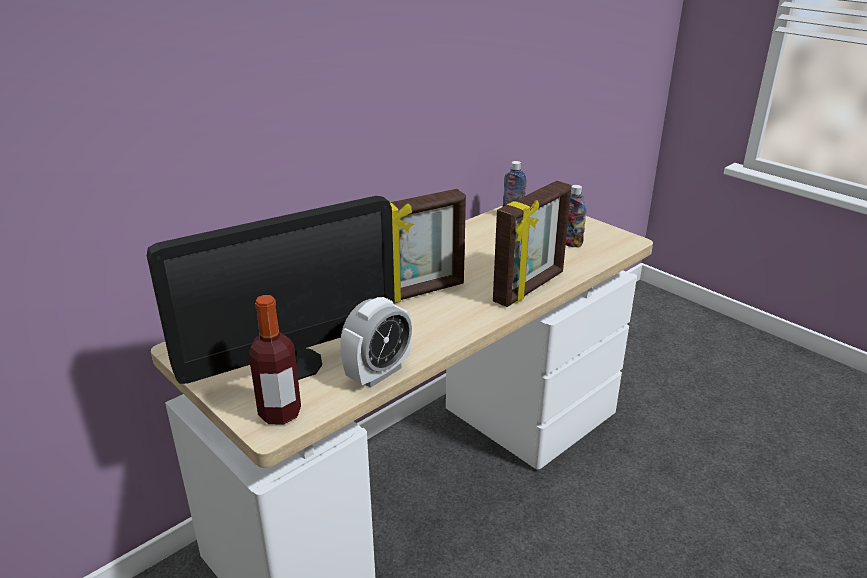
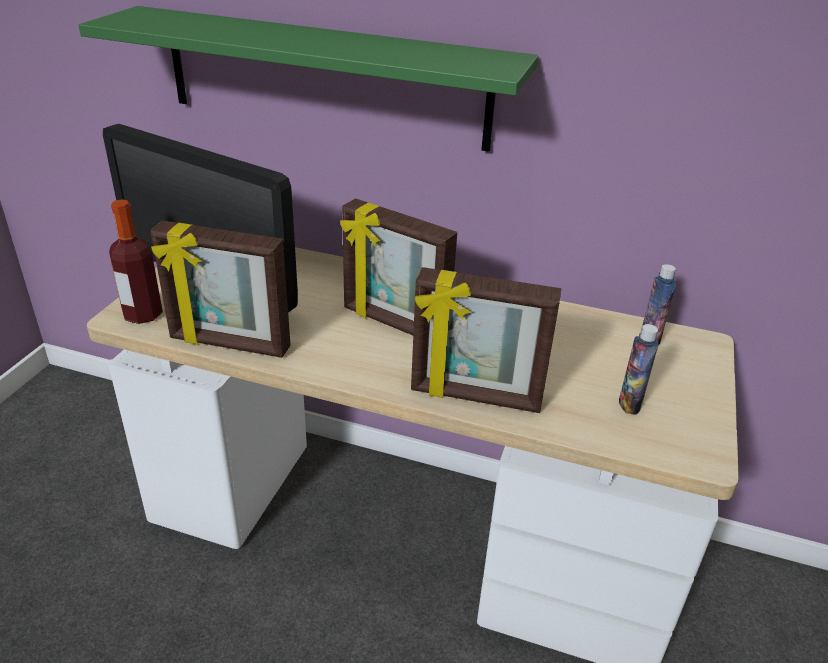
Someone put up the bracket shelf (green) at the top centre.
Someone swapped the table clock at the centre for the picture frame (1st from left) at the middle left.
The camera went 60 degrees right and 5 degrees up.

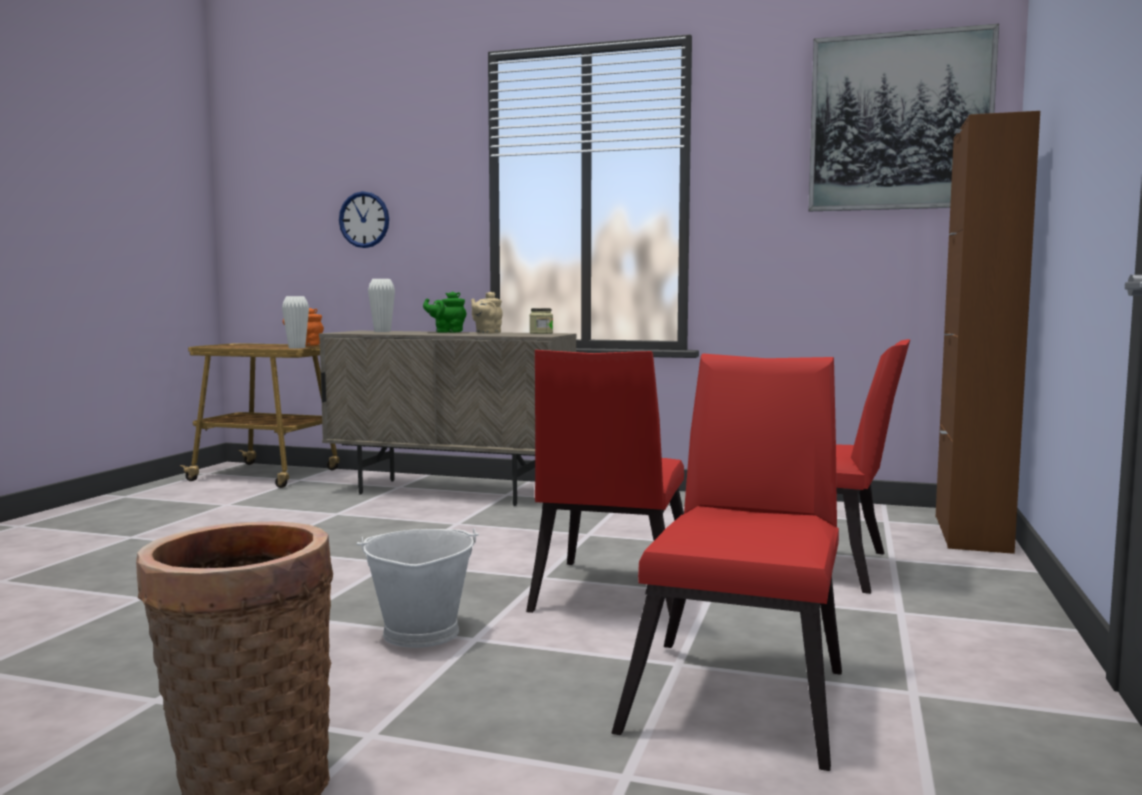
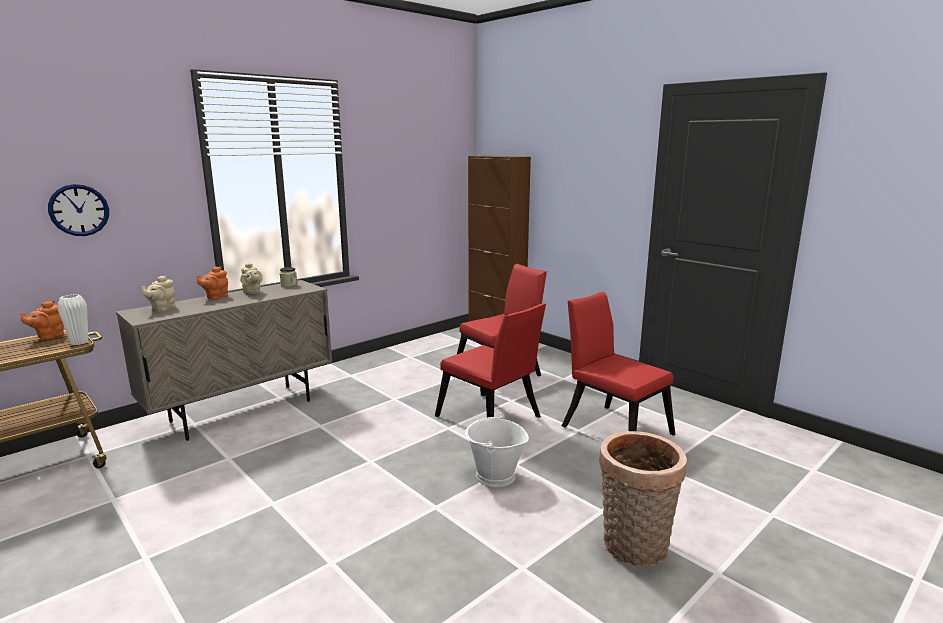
Someone swapped the flower vase (whitish) (2nd from left) at the centre for the pot for tea (sand-coloured) (1st from left) at the middle left.
Someone repainted the pot for tea (green) at the centre, which became the pot for tea (orange-coloured) (2nd from left) at the middle left.
Someone took away the picture at the top right.
The camera went 60 degrees left and 10 degrees up.

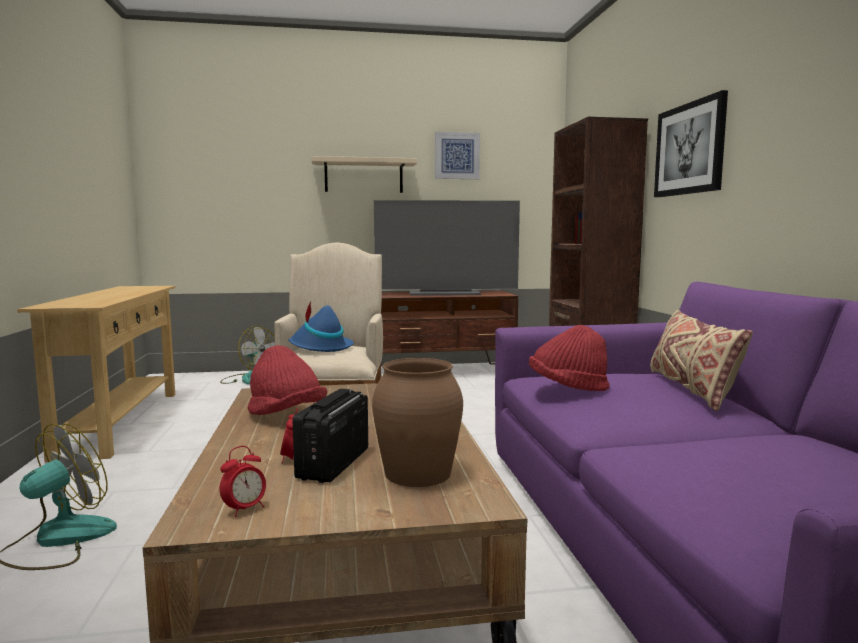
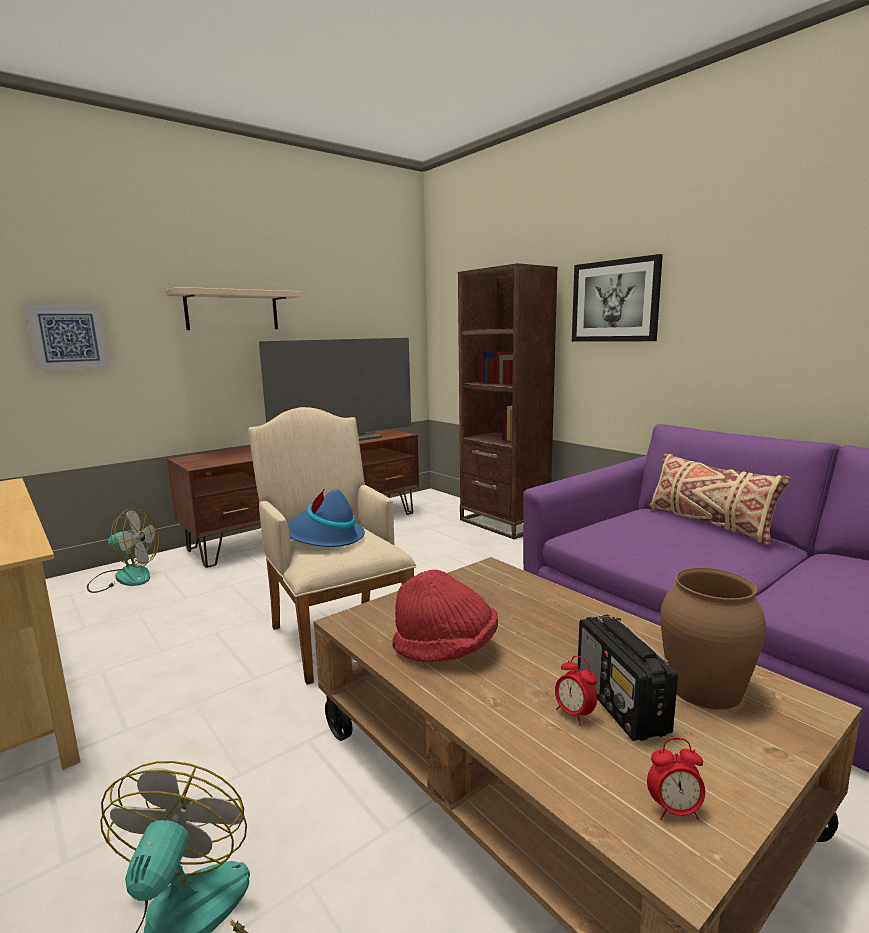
Someone carried the picture (1st from left) from the top centre to the middle left.
Someone rotated the table clock (1st from left in the first image) at the bottom left by 75 degrees clockwise.
Someone took away the hat (red) (2nd from left) at the centre.
The camera went 30 degrees left and 5 degrees up.

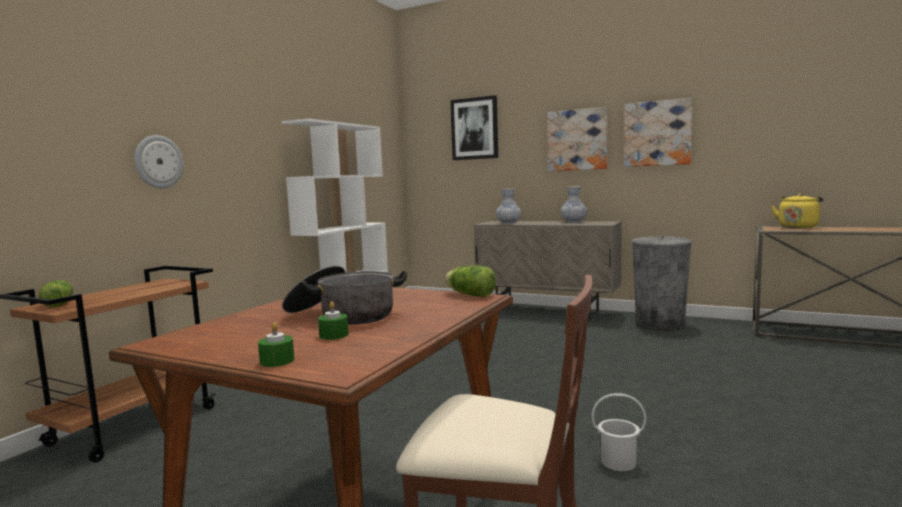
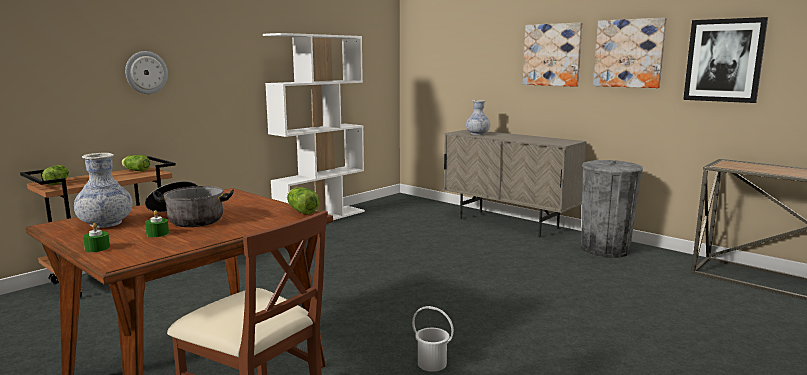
Someone carried the flower vase (2nd from left in the first image) from the centre to the middle left.
Someone put down the lettuce (2nd from left) at the middle left.
Someone carried the picture (1st from left in the first image) from the top centre to the top right.
Someone took away the kettle (yellowish) at the middle right.
The camera went 15 degrees right and 5 degrees up.

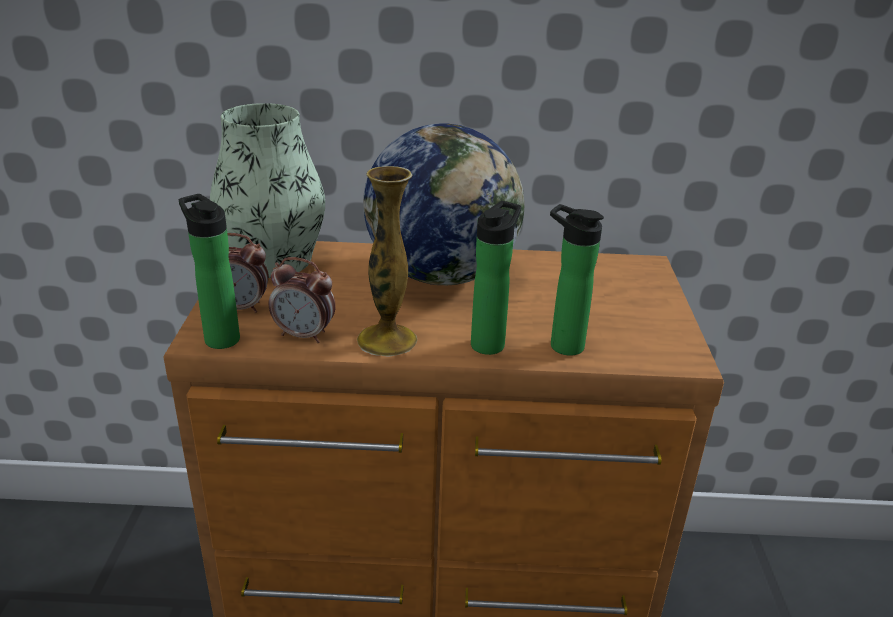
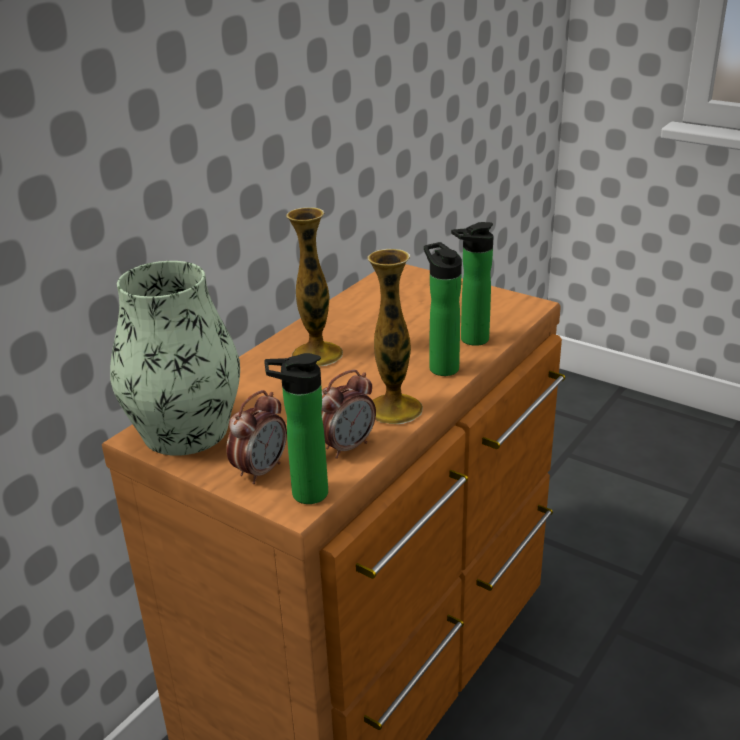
Someone swapped the world globe at the top centre for the flower vase (2nd from left) at the centre.
The camera went 55 degrees left and 0 degrees up.

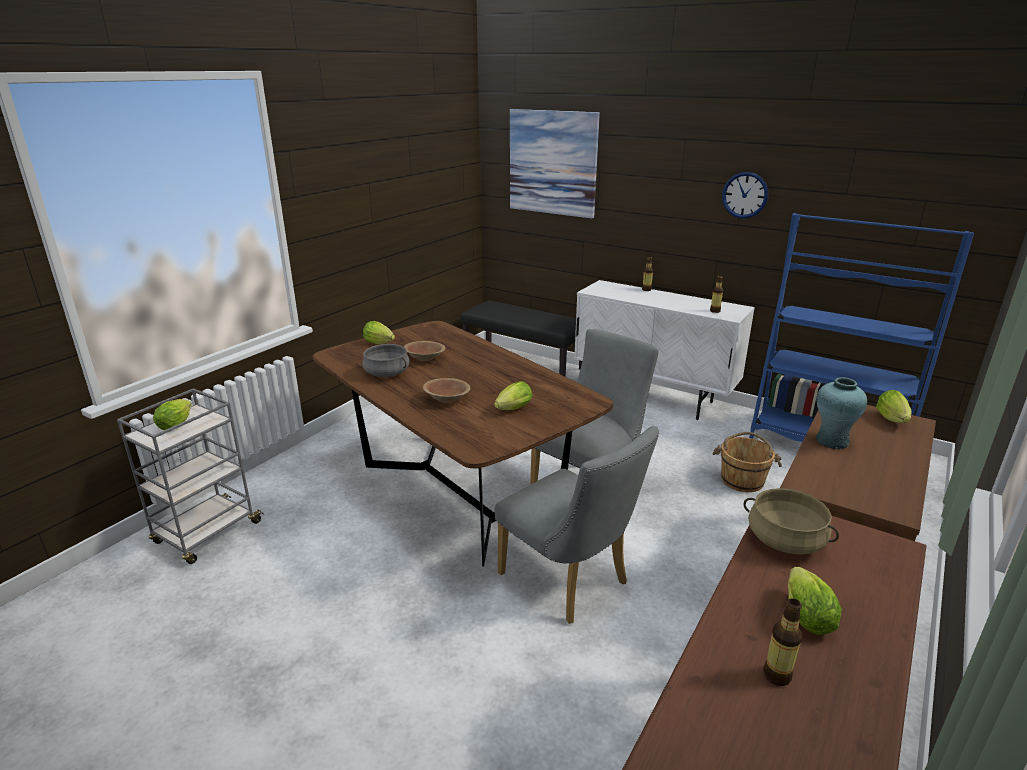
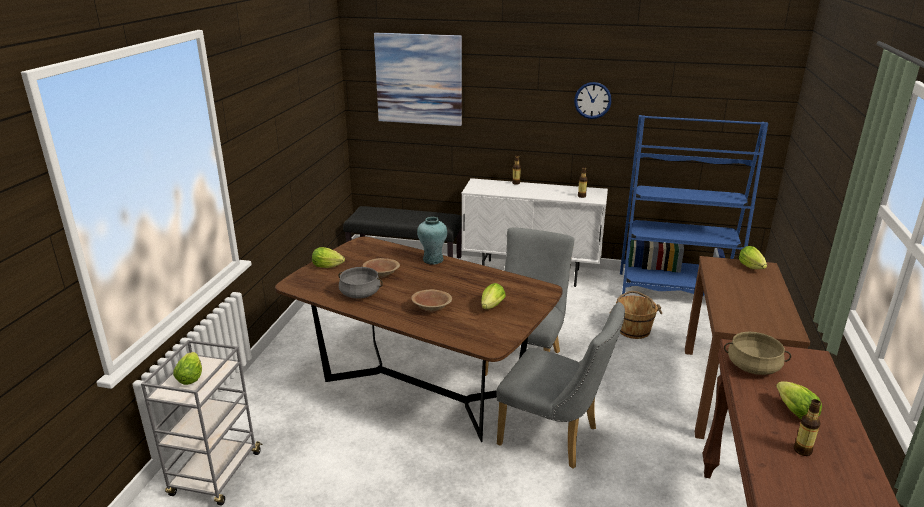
Someone carried the flower vase (turquoise-coloured) from the middle right to the centre.
The camera went 20 degrees left and 0 degrees up.

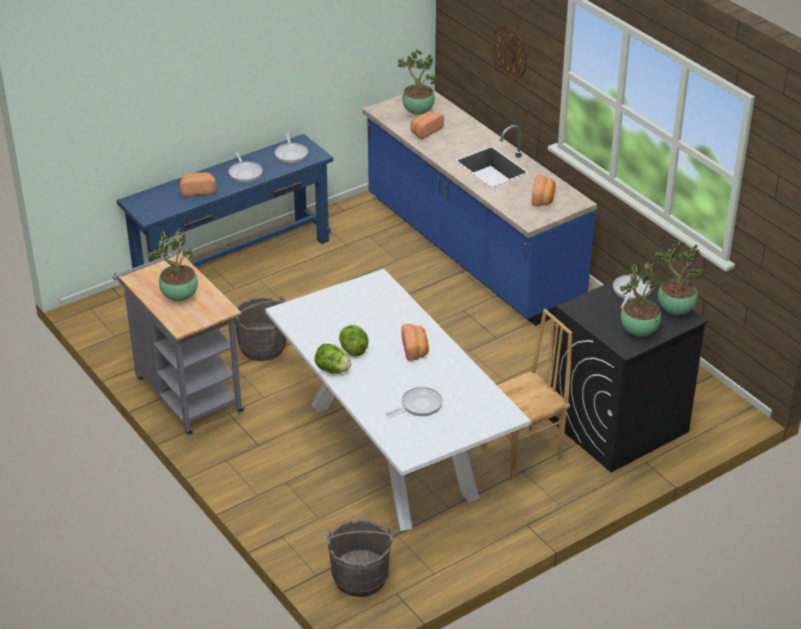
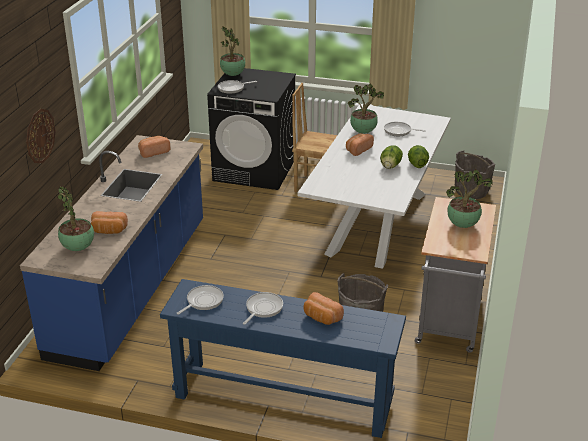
Someone carried the plant in a pot (3rd from left) from the middle right to the top centre.
The camera went 130 degrees left and 5 degrees down.

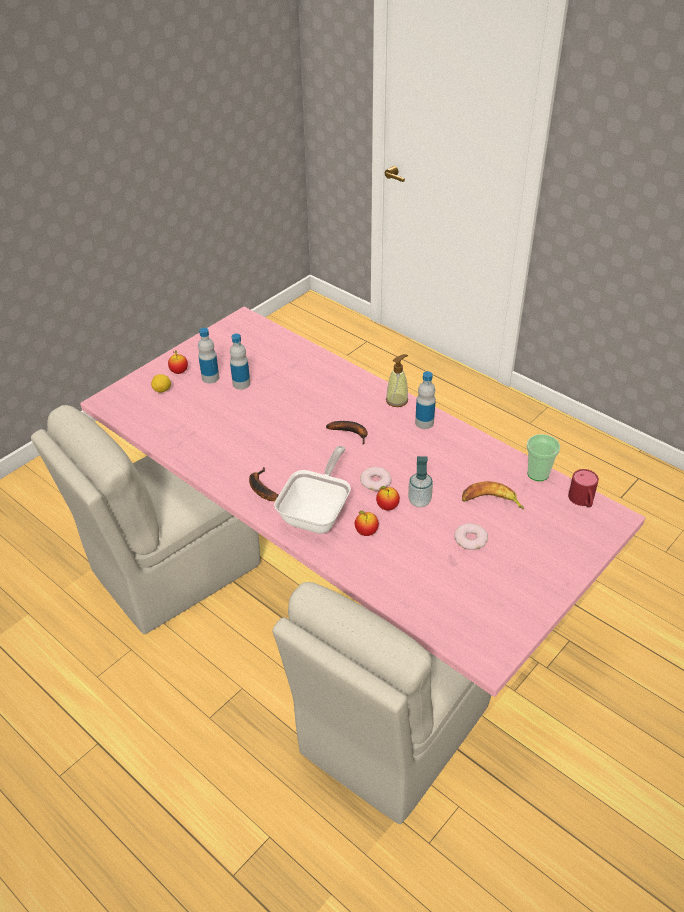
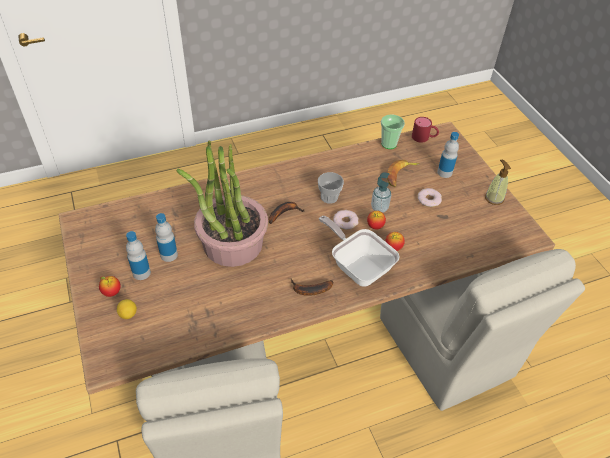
Someone repainted the kitchen table (pink-coloured) at the centre, which became the kitchen table (brownish) at the centre.
Someone put down the plant in a pot at the centre.
Someone put down the small cup (1st from left) at the centre.
Someone carried the bottle (3rd from left) from the centre to the middle right.
Someone carried the soap bottle (1st from left in the first image) from the centre to the middle right.
The camera went 65 degrees left and 5 degrees up.

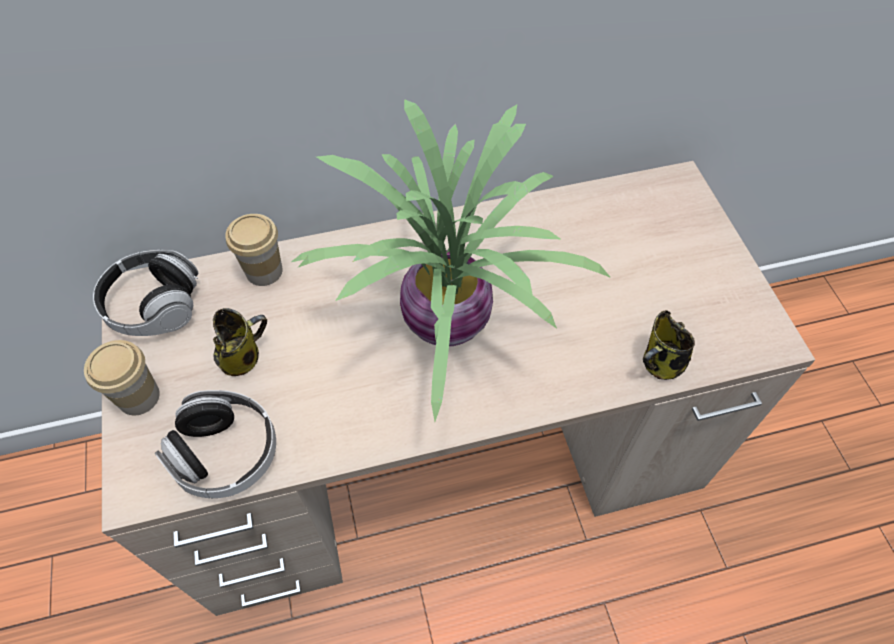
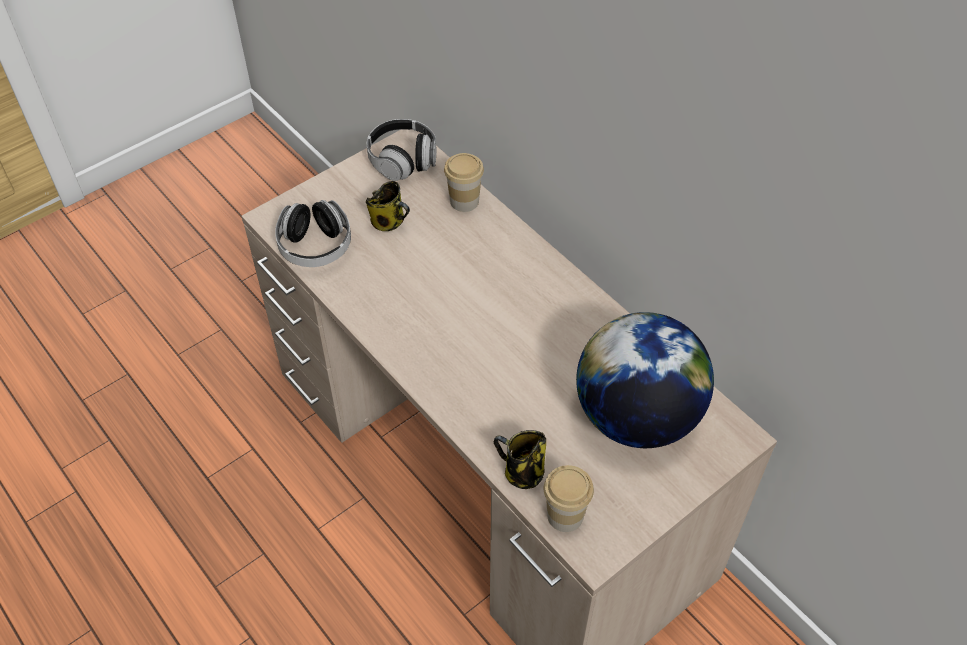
Someone carried the small cup (1st from left in the first image) from the middle left to the bottom centre.
Someone put down the world globe at the middle right.
Someone took away the plant in a pot at the centre.
The camera went 65 degrees right and 5 degrees down.

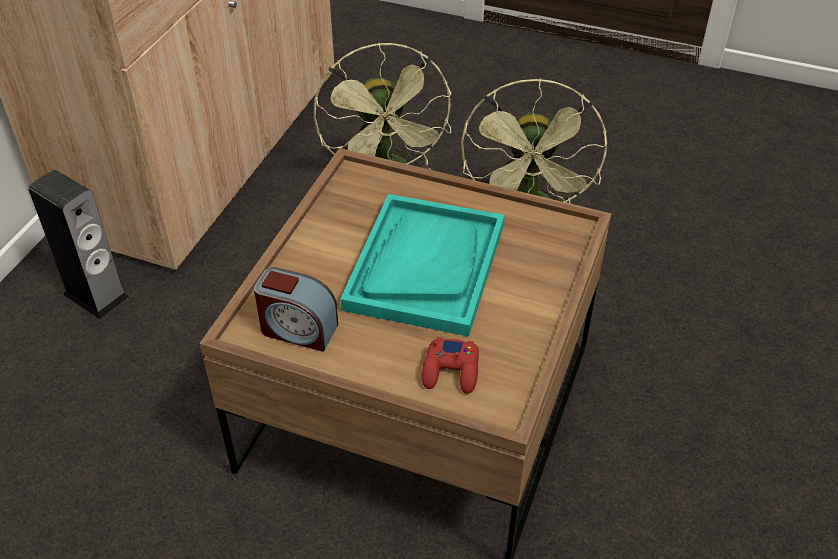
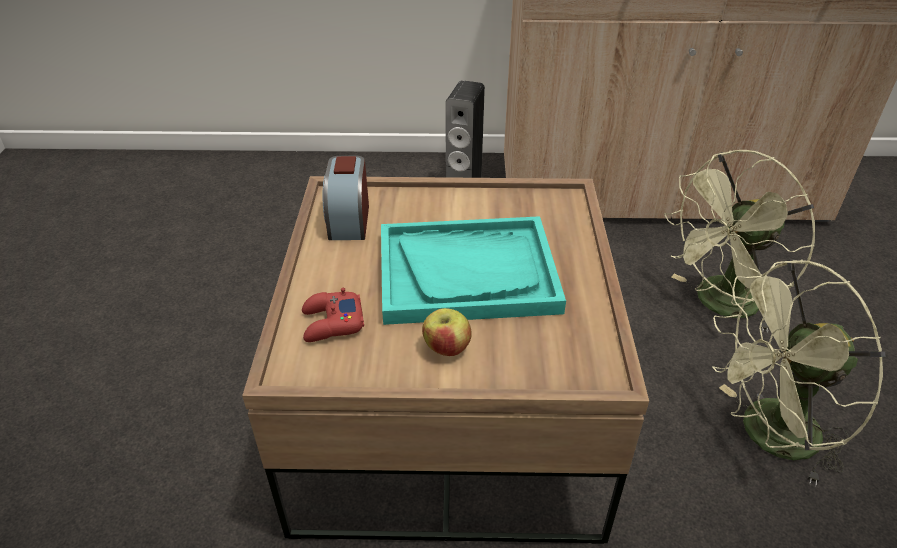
Someone put down the whole apple at the centre.
The camera went 70 degrees right and 5 degrees down.

